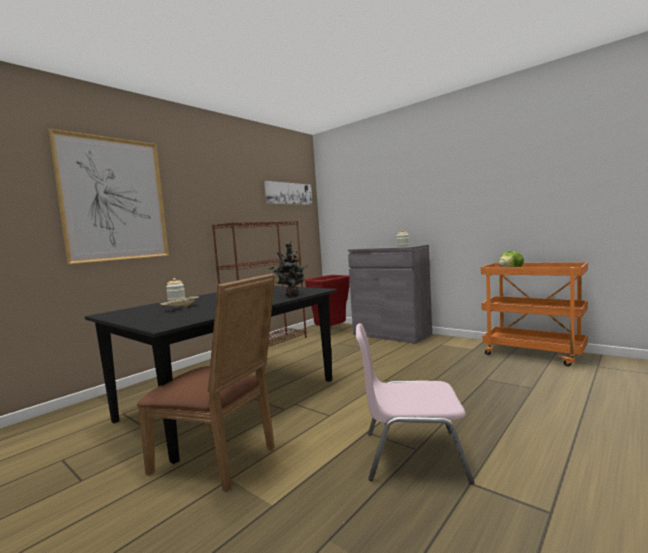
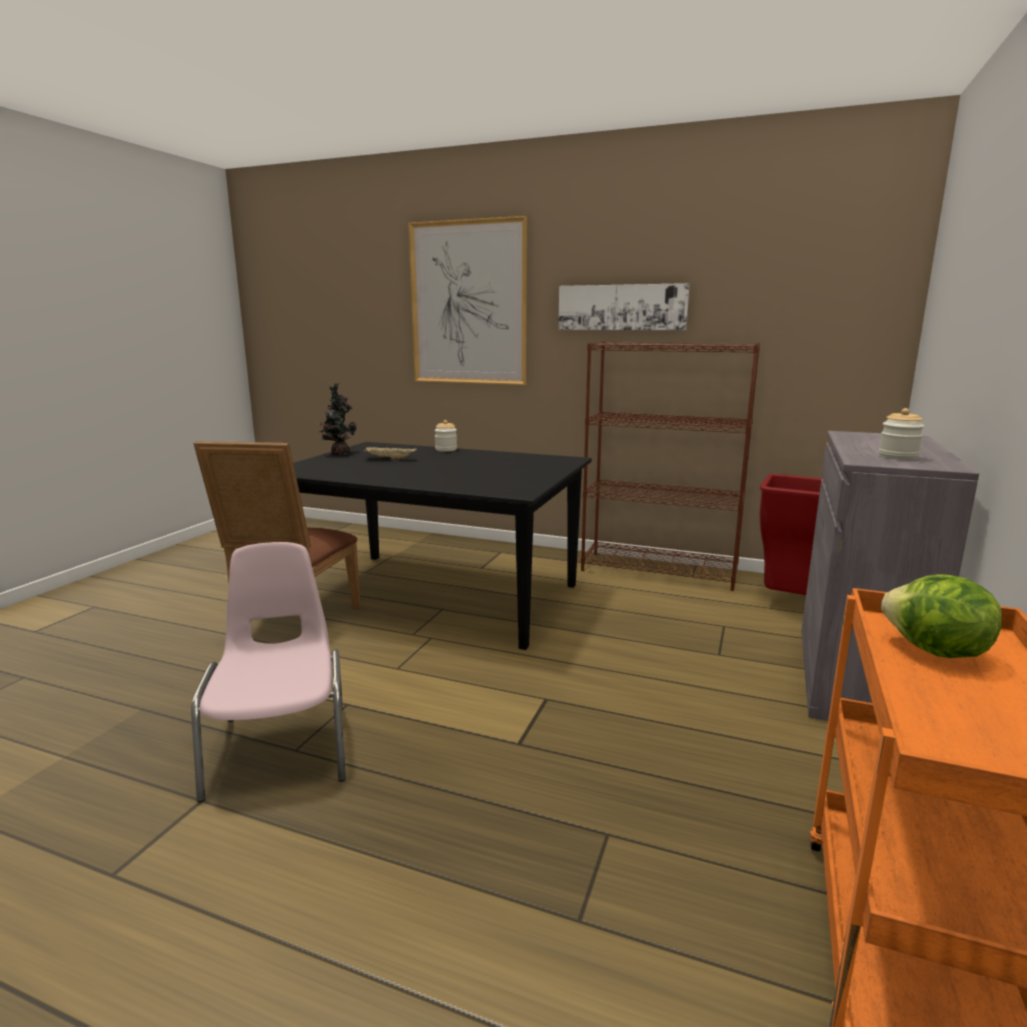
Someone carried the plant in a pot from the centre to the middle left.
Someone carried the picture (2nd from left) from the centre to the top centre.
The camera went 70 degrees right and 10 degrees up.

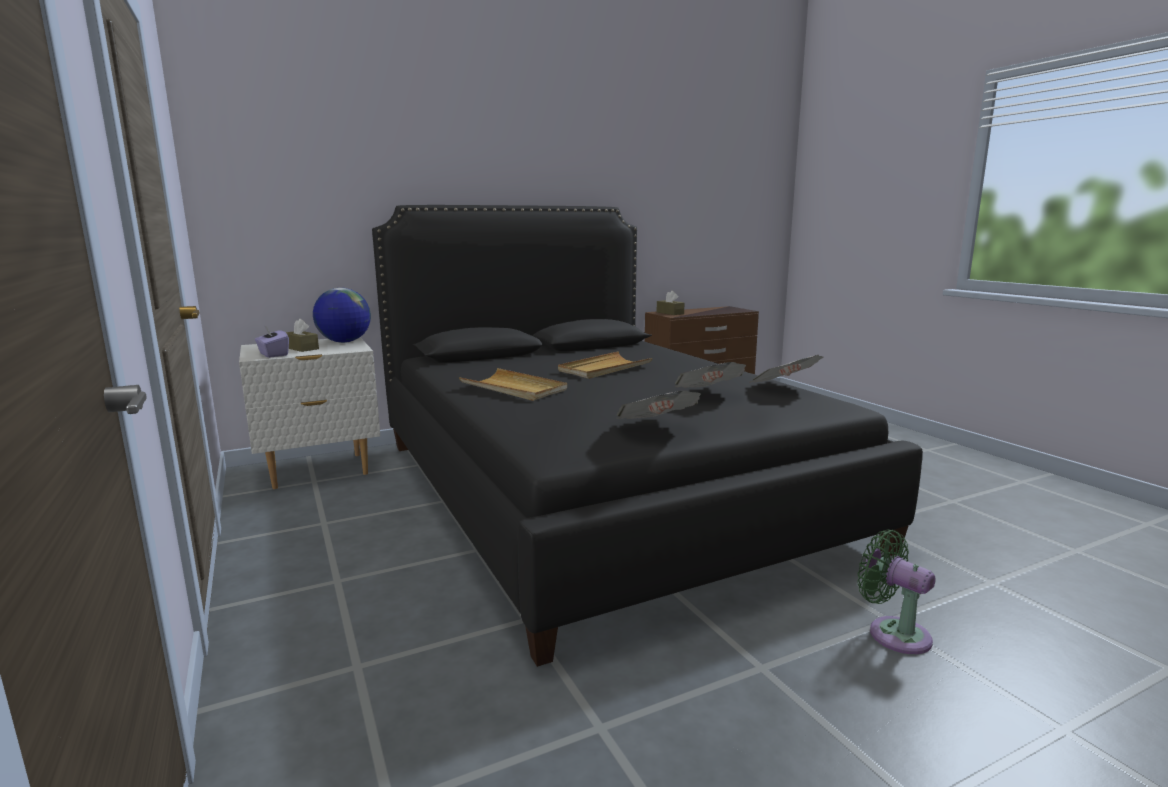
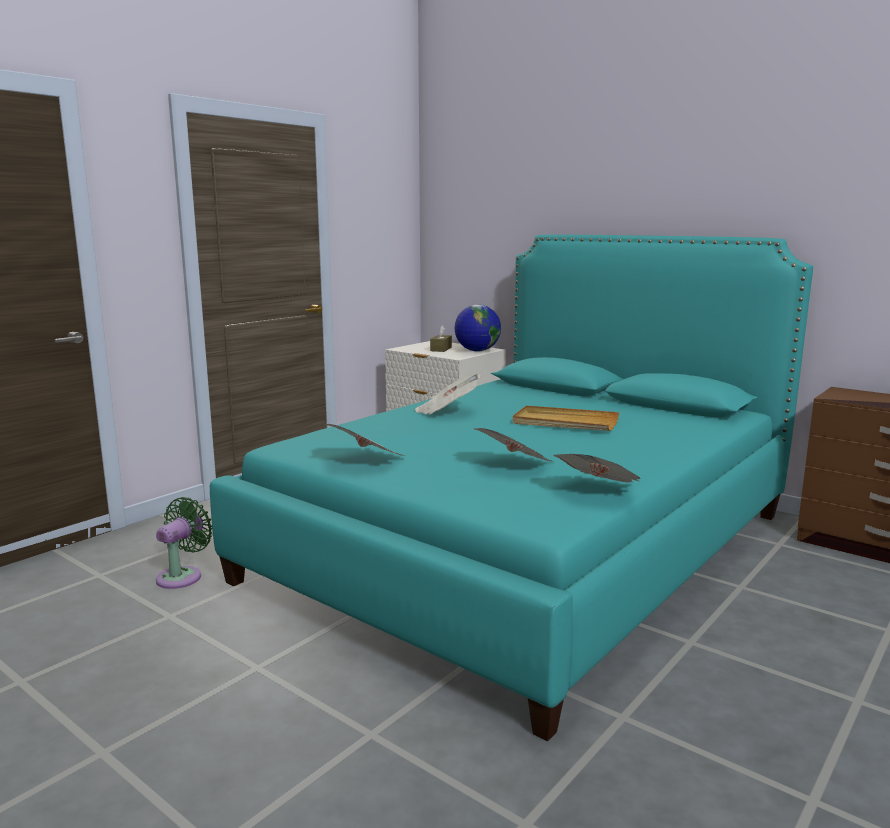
Someone carried the fan (green) from the bottom right to the middle left.
Someone repainted the sleeping bed (blackish) at the centre, which became the sleeping bed (turquoise-coloured) at the centre.
Someone swapped the serving tray (sand-coloured) (1st from left) at the centre for the printed paper (2nd from left) at the centre.
Someone took away the tissue box (purplish) at the middle left.
Someone took away the tissue box (brownish) (2nd from left) at the centre.
The camera went 65 degrees right and 0 degrees up.

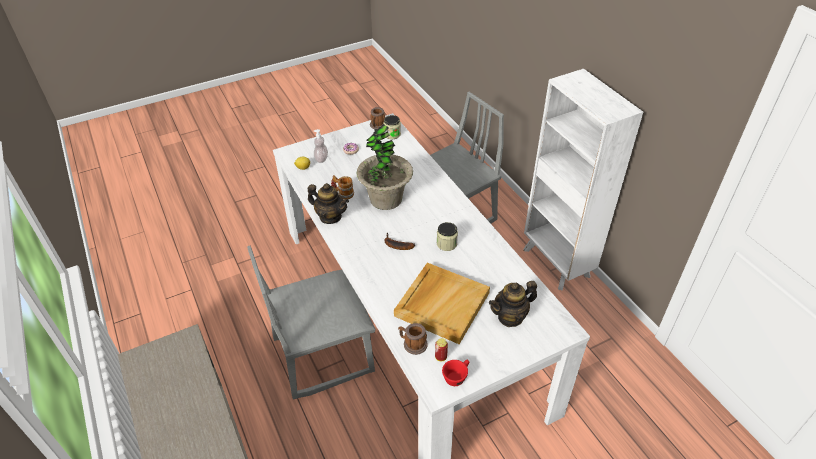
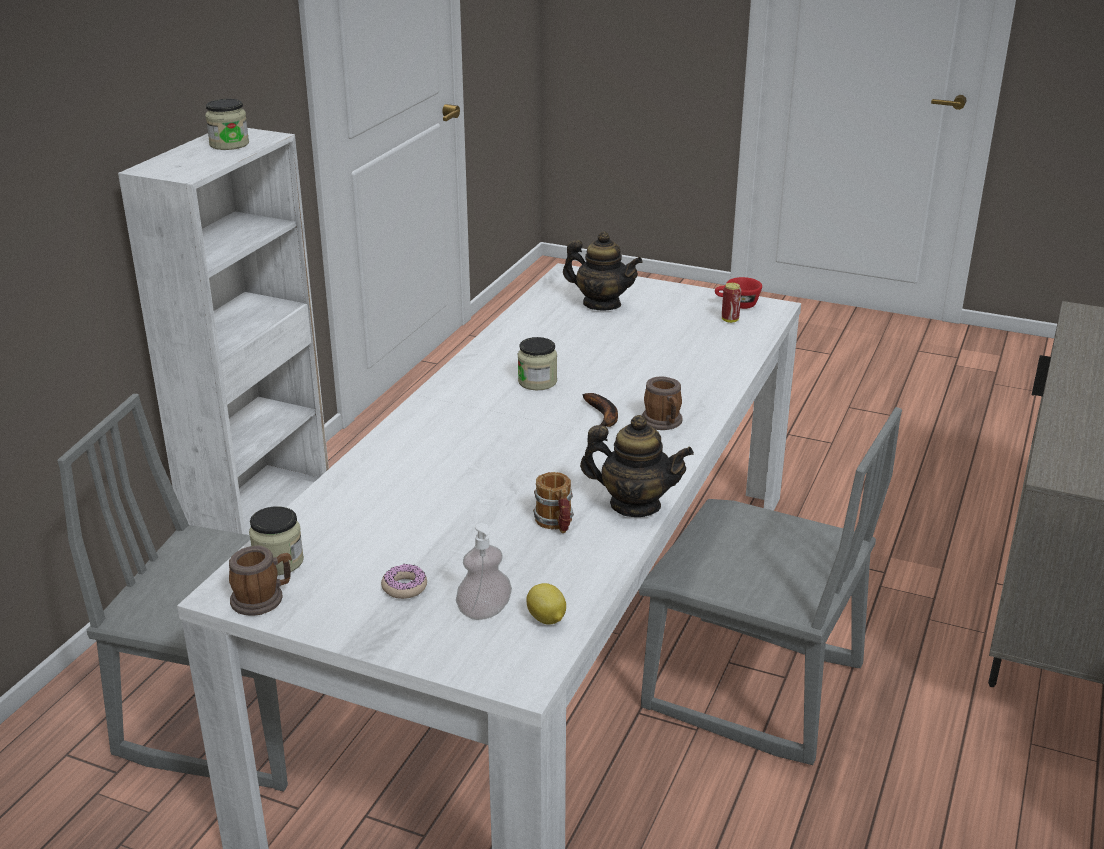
Someone put down the preserve jar (1st from left) at the top left.
Someone rotated the pot for tea (1st from left in the first image) at the centre by 120 degrees clockwise.
Someone carried the tea mug (3rd from left) from the bottom centre to the centre.
Someone took away the plant in a pot at the centre.
Someone took away the serving tray (sand-coloured) at the centre.
The camera went 130 degrees left and 15 degrees down.

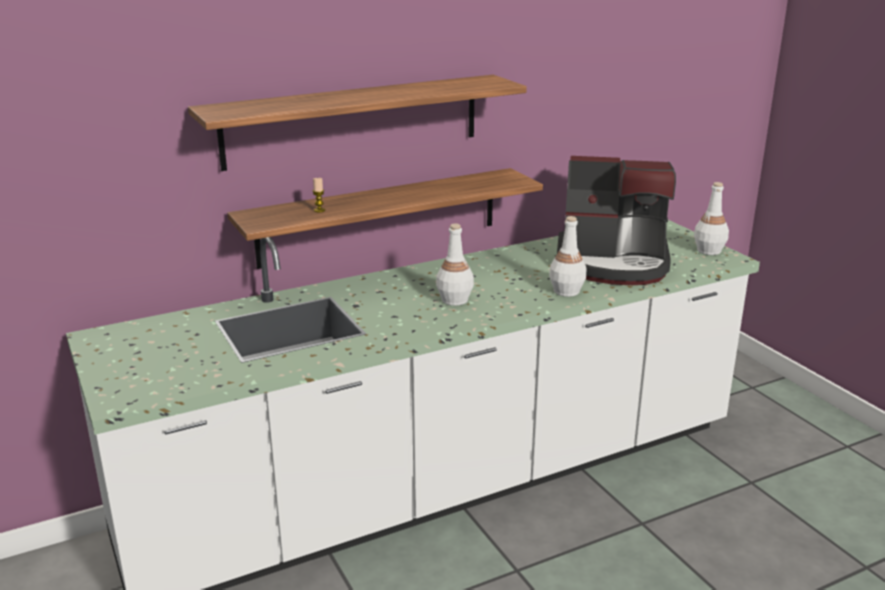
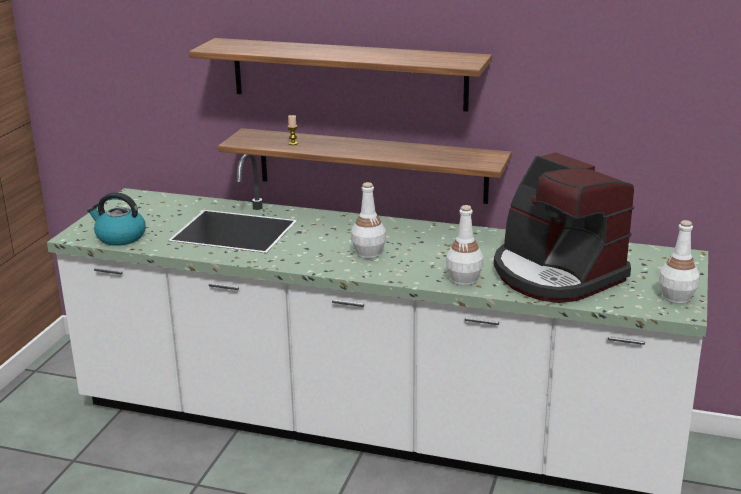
Someone put down the kettle at the middle left.
The camera went 45 degrees right and 0 degrees up.

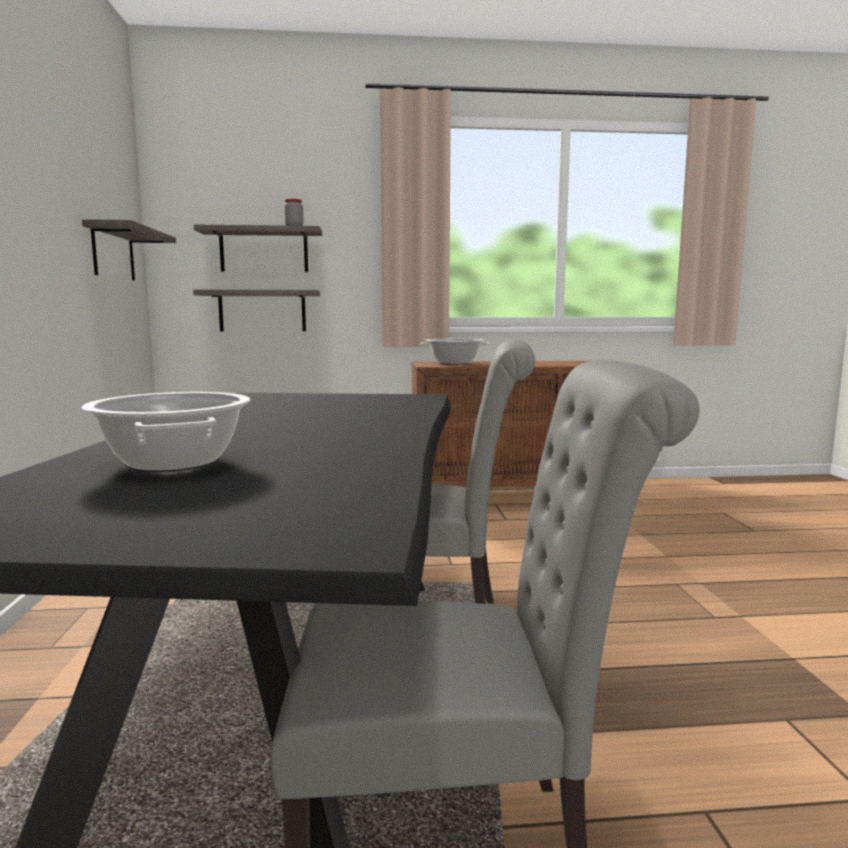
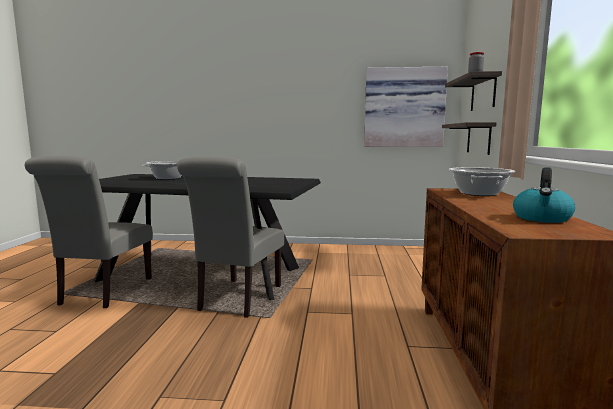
Someone swapped the bracket shelf (1st from left) at the top left for the picture at the top centre.
Someone put down the kettle at the middle right.
The camera went 100 degrees right and 0 degrees up.

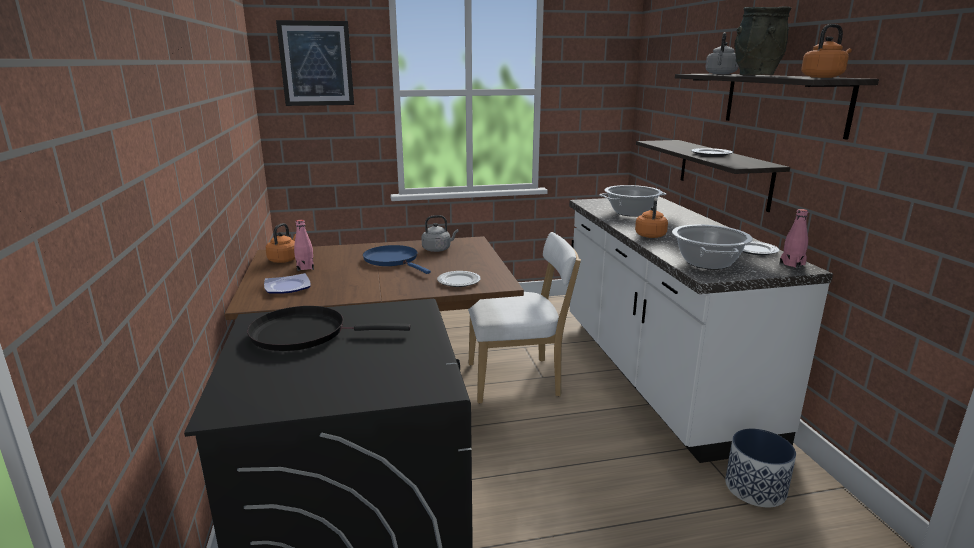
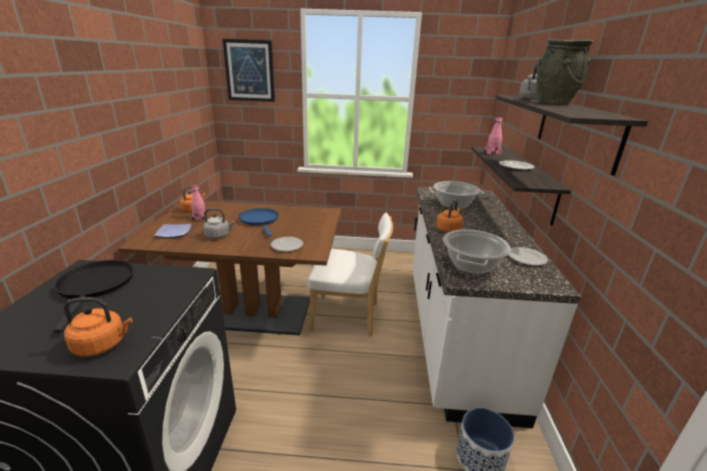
Someone rotated the skillet (blackish) at the centre by 60 degrees clockwise.
Someone carried the kettle (orange-coloured) (3rd from left in the first image) from the top right to the bottom left.
Someone carried the kettle (grey) (1st from left) from the centre to the middle left.
Someone carried the bottle (pink-coloured) (2nd from left) from the middle right to the top right.
The camera went 15 degrees right and 5 degrees up.

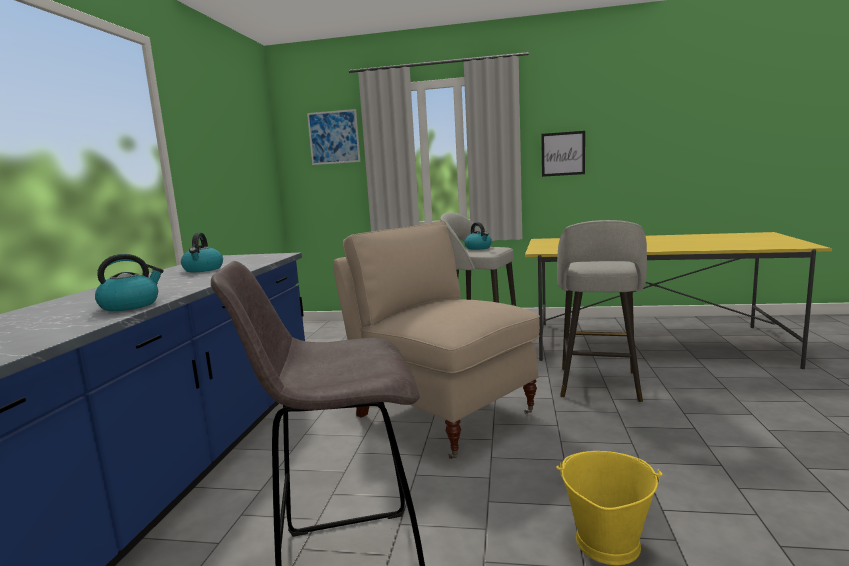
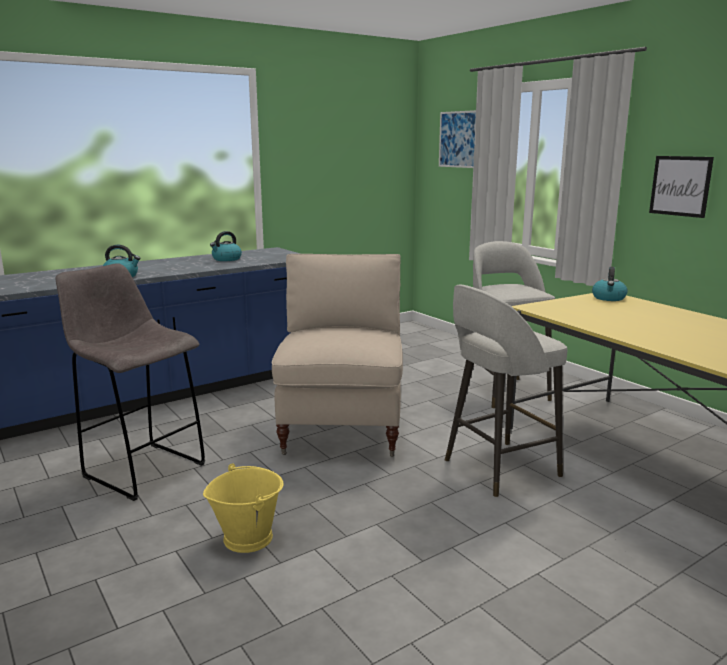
Someone carried the kettle (3rd from left) from the centre to the middle right.
The camera went 45 degrees right and 5 degrees up.

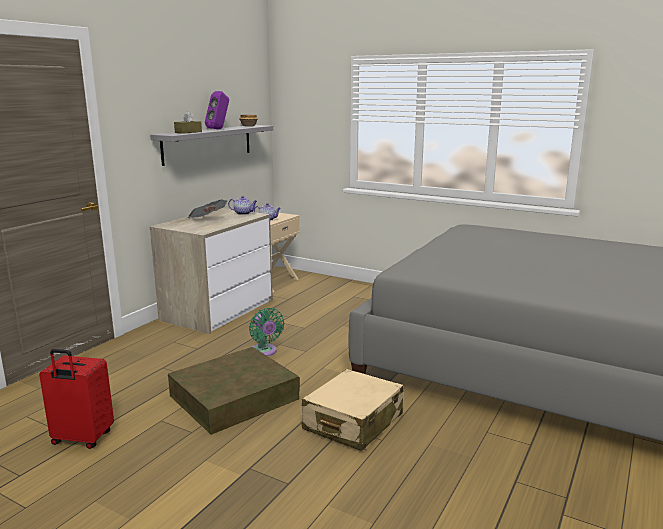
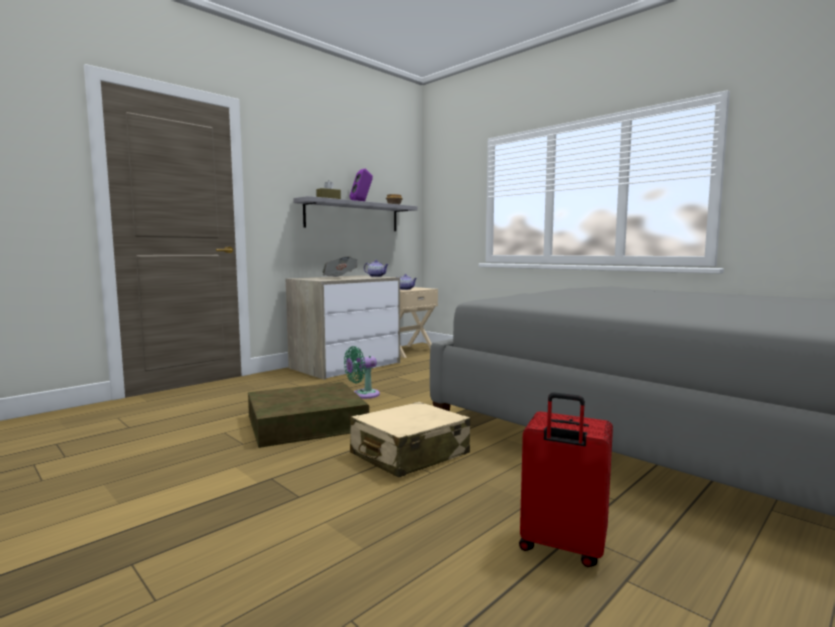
Someone rotated the fan (green) at the centre by 75 degrees clockwise.
Someone carried the suitcase (red) from the bottom left to the bottom right.
The camera went 15 degrees right and 10 degrees down.

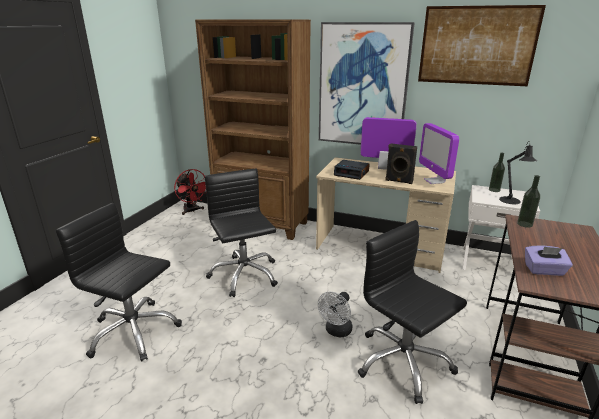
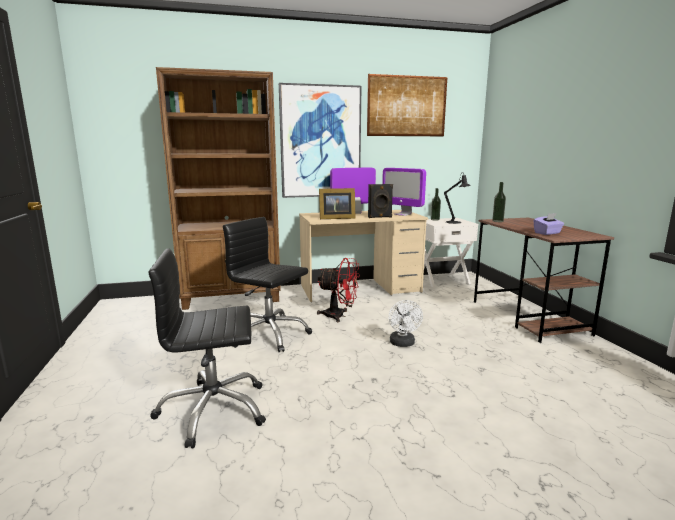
Someone carried the fan (red) from the middle left to the centre.
Someone swapped the table clock at the centre for the picture frame at the centre.
Someone took away the desk chair (blackish) (3rd from left) at the bottom right.
The camera went 35 degrees left and 10 degrees down.

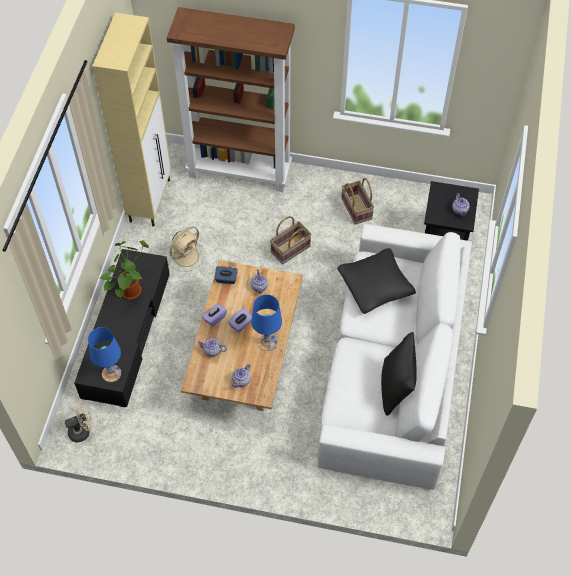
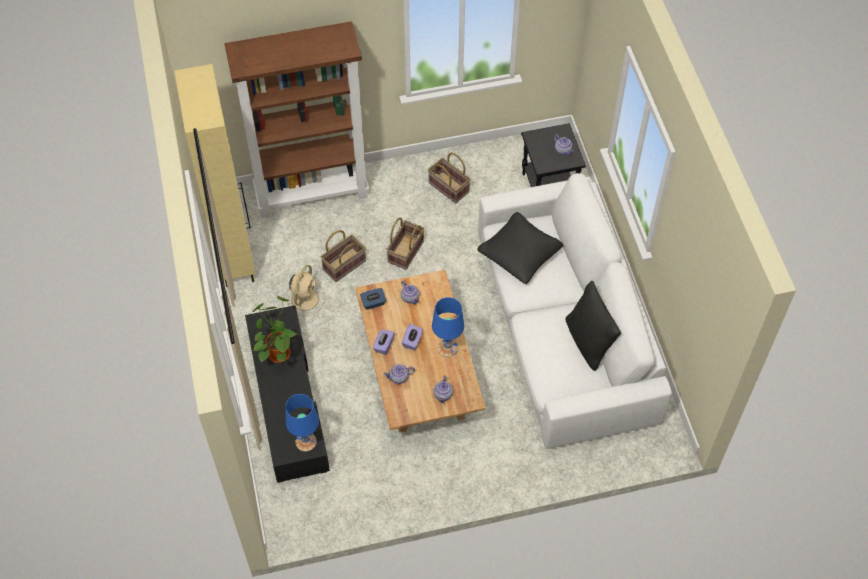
Someone put down the basket (1st from left) at the centre.
Someone took away the fan (sand-coloured) (1st from left) at the bottom left.
The camera went 25 degrees left and 0 degrees up.

